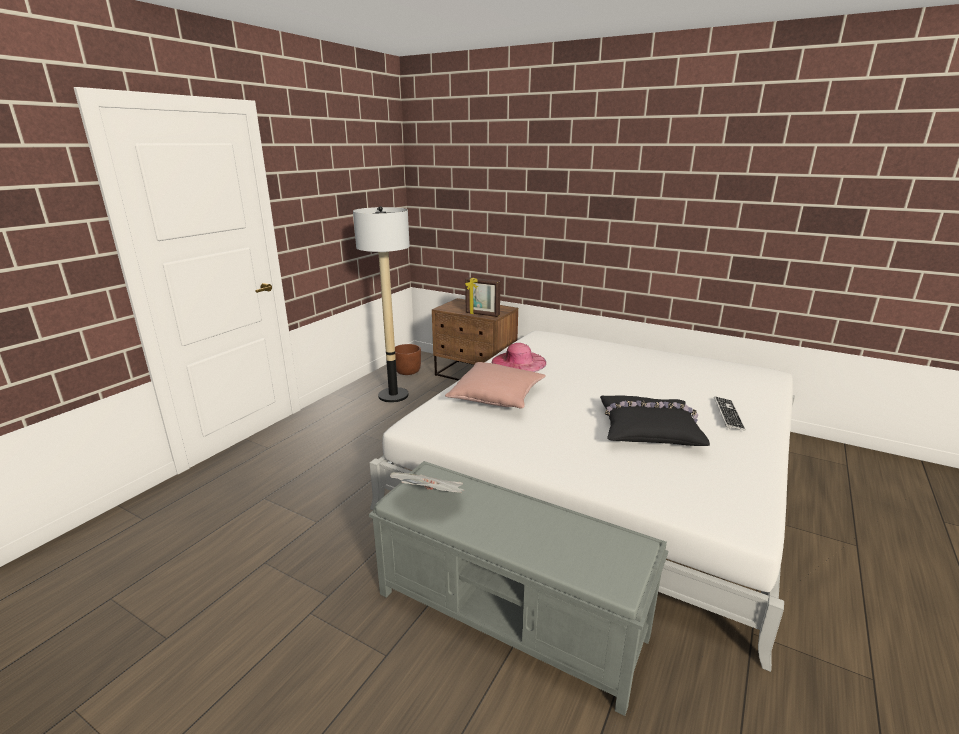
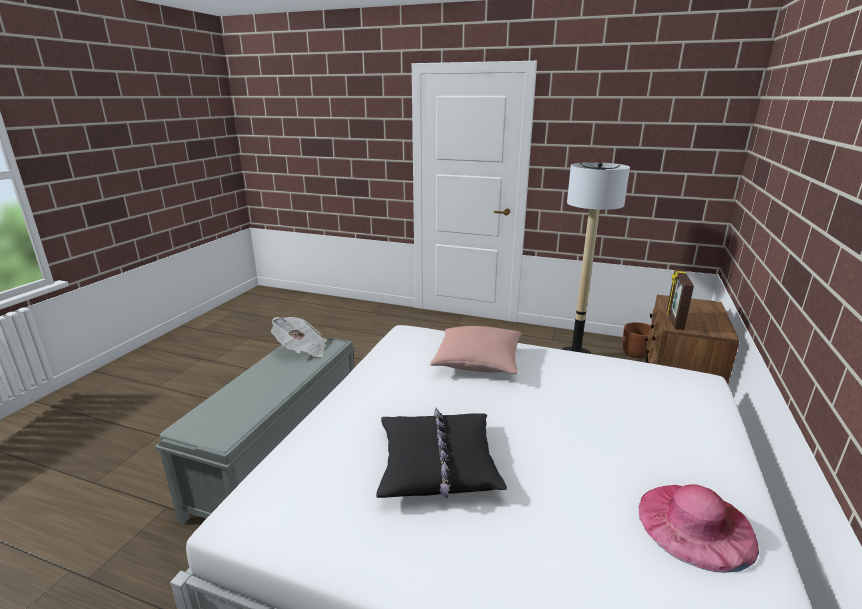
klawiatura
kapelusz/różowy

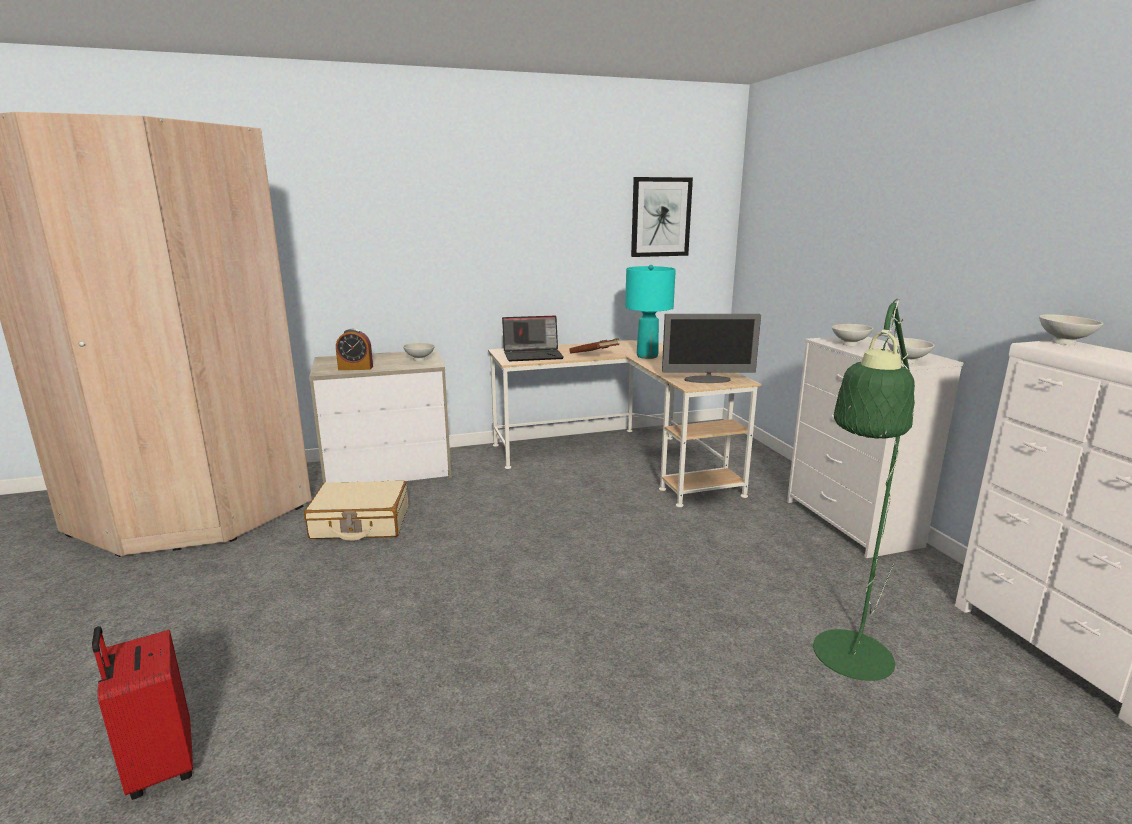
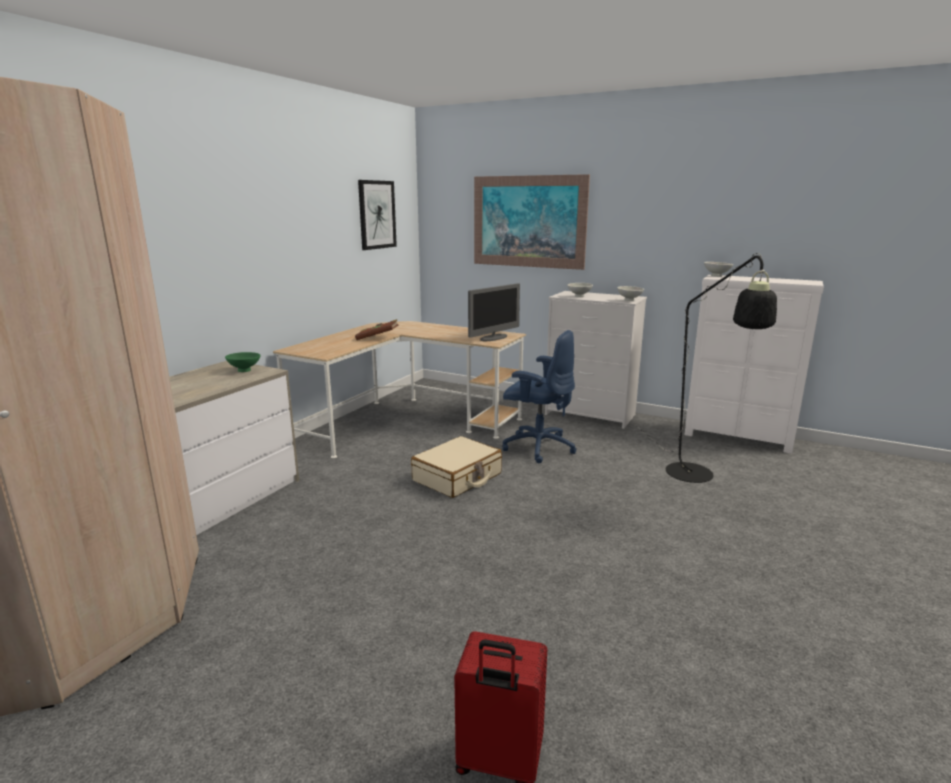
budzik
laptop
lampa stołowa/turkusowy
obraz (2nd from left)
krzesło biurowe/niebieski
walizka/beżowy
miska/zielony
lampa stojąca/czarny

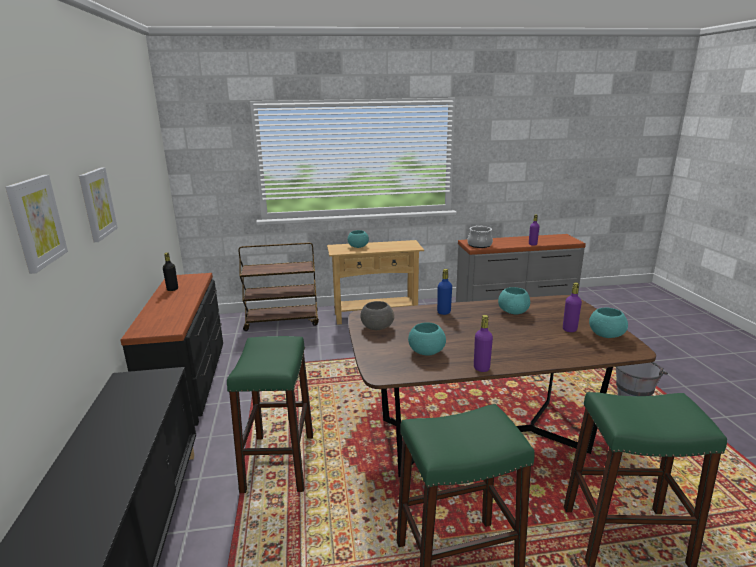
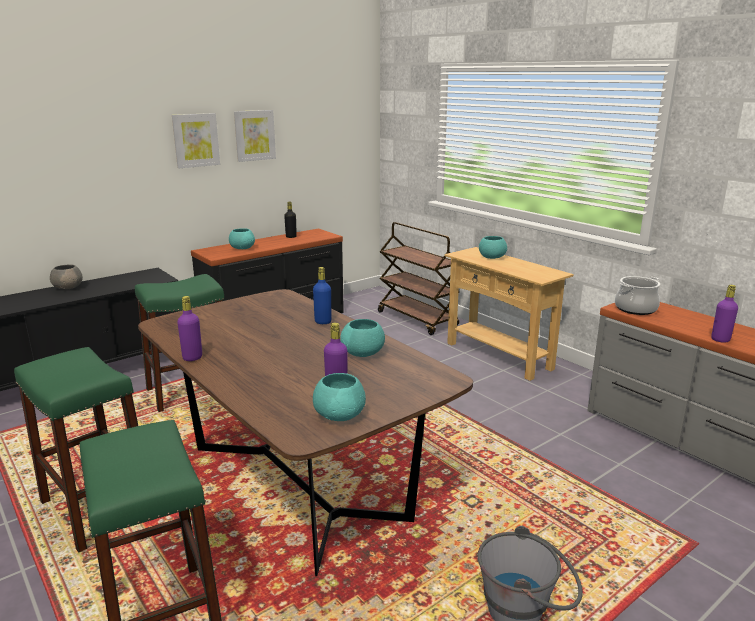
obraz (2nd from left)
miska/szary
miska/turkusowy (1st from left)

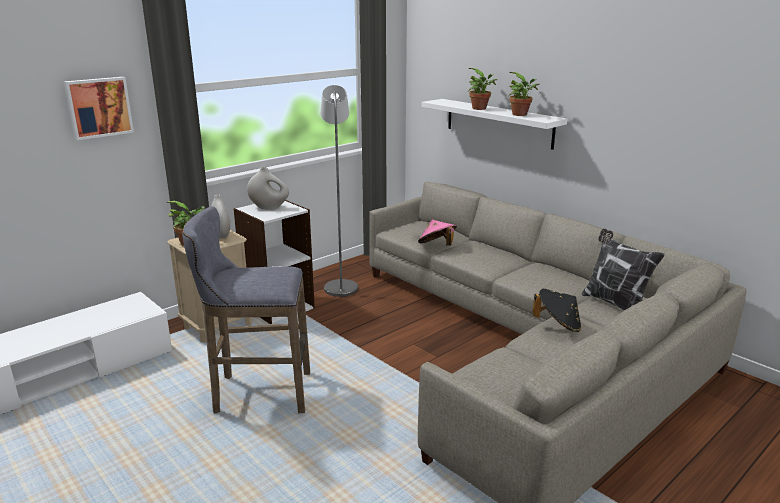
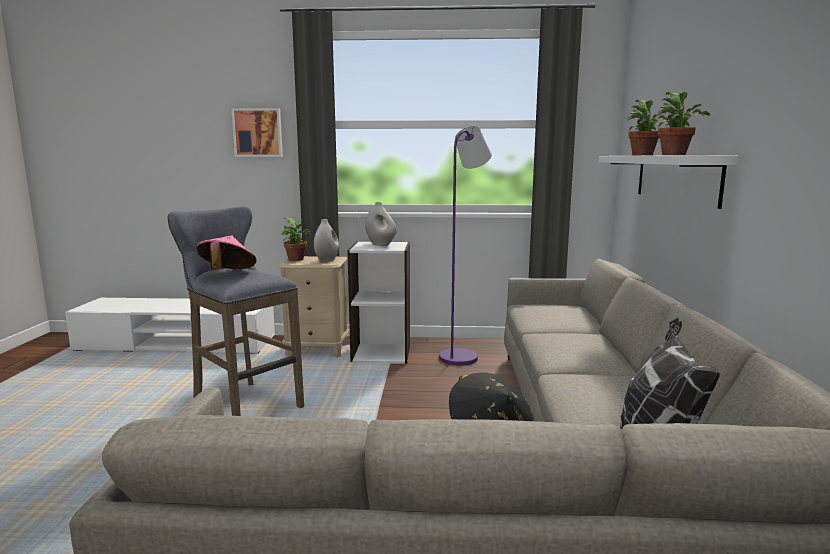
kapelusz/różowy
lampa stojąca/fioletowy

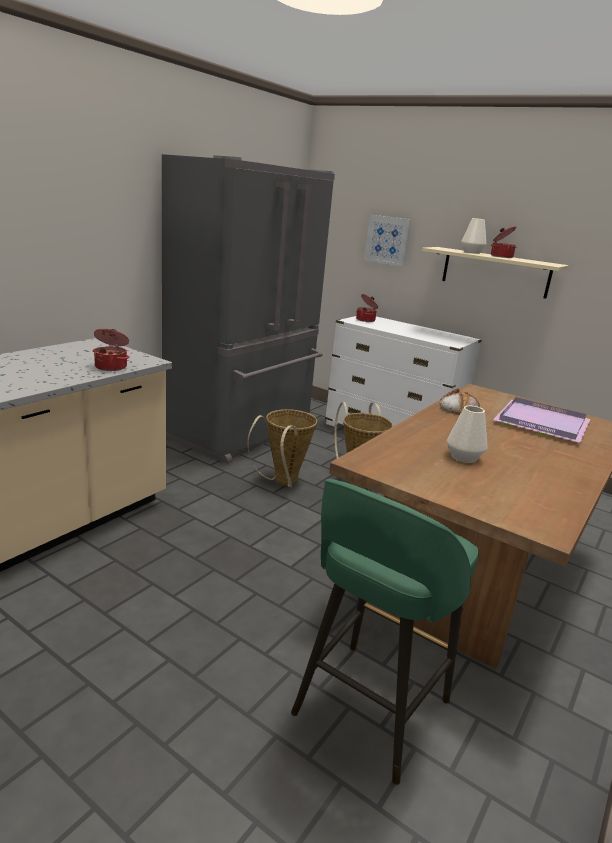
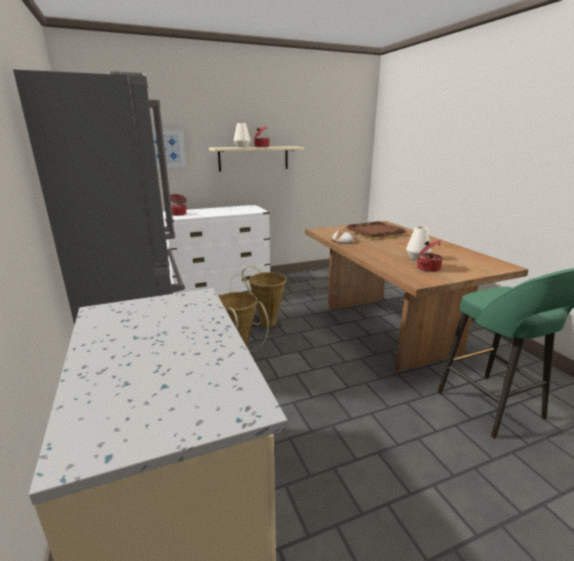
garnek (3rd from left)
taca/brązowy

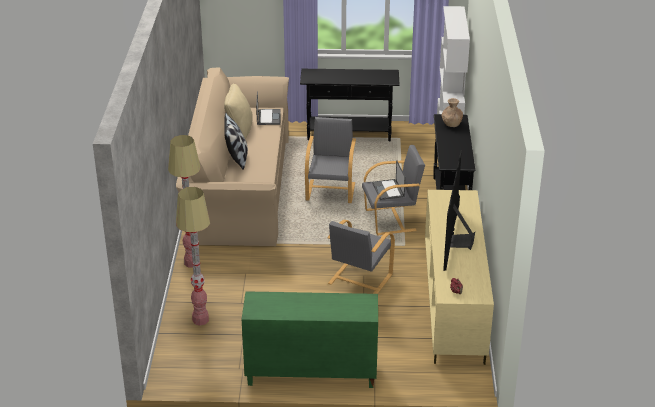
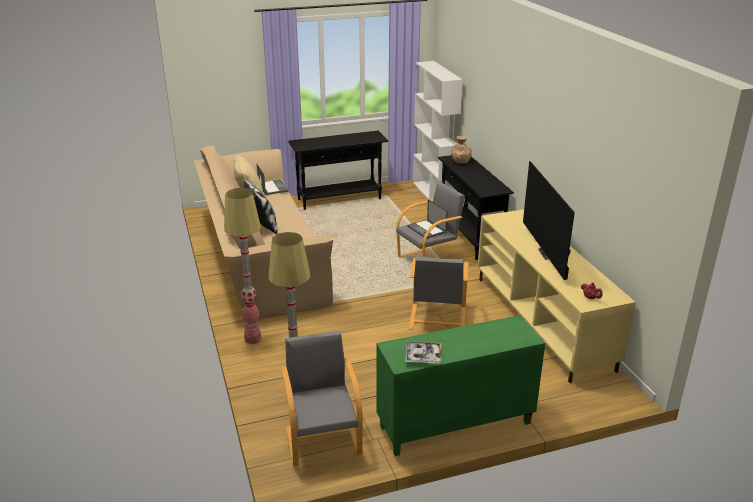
taca
fotel/szary (1st from left)

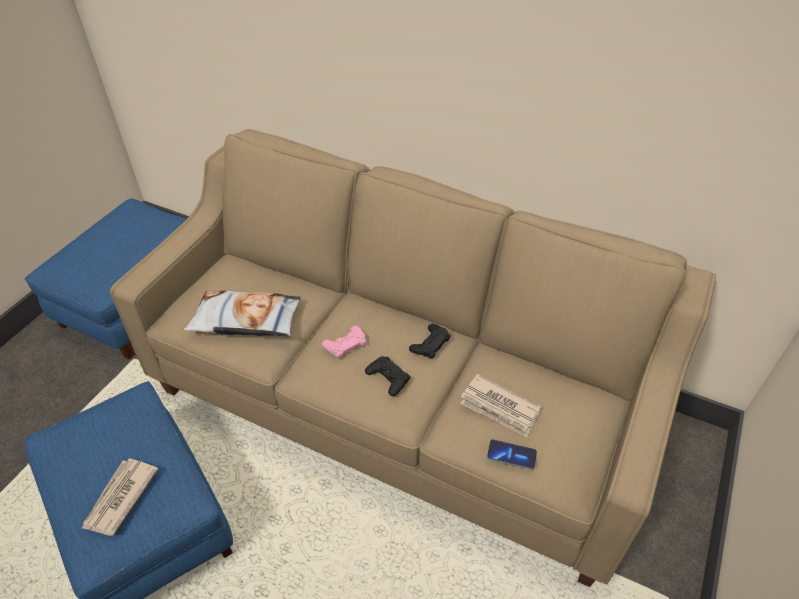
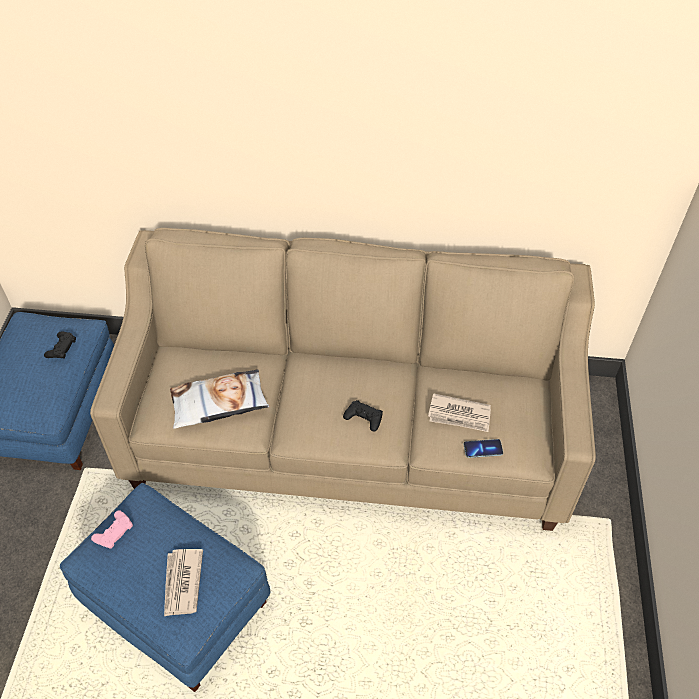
pad do gier/różowy
pad do gier/czarny (1st from left)

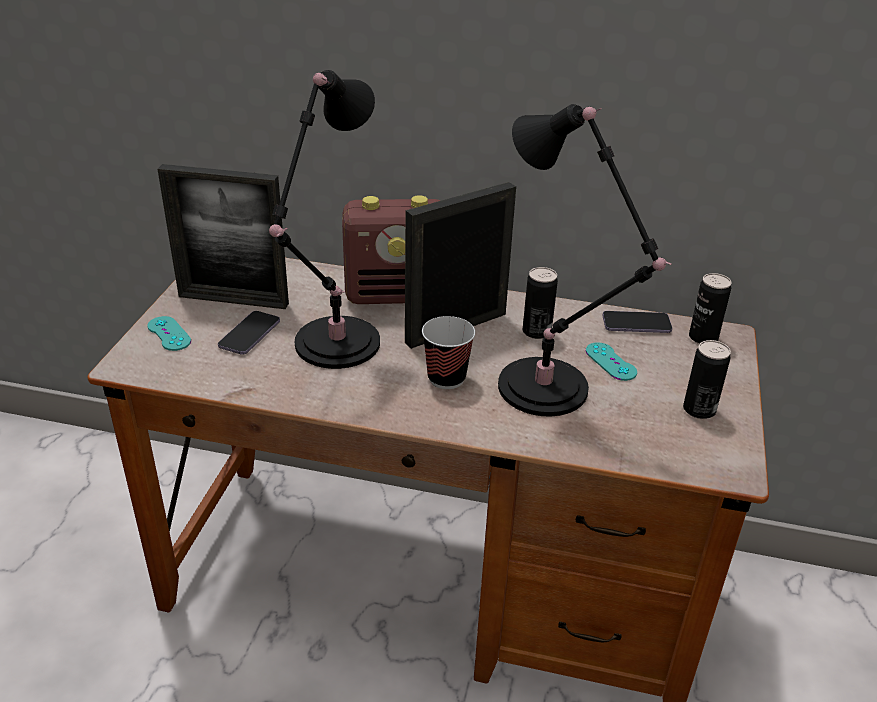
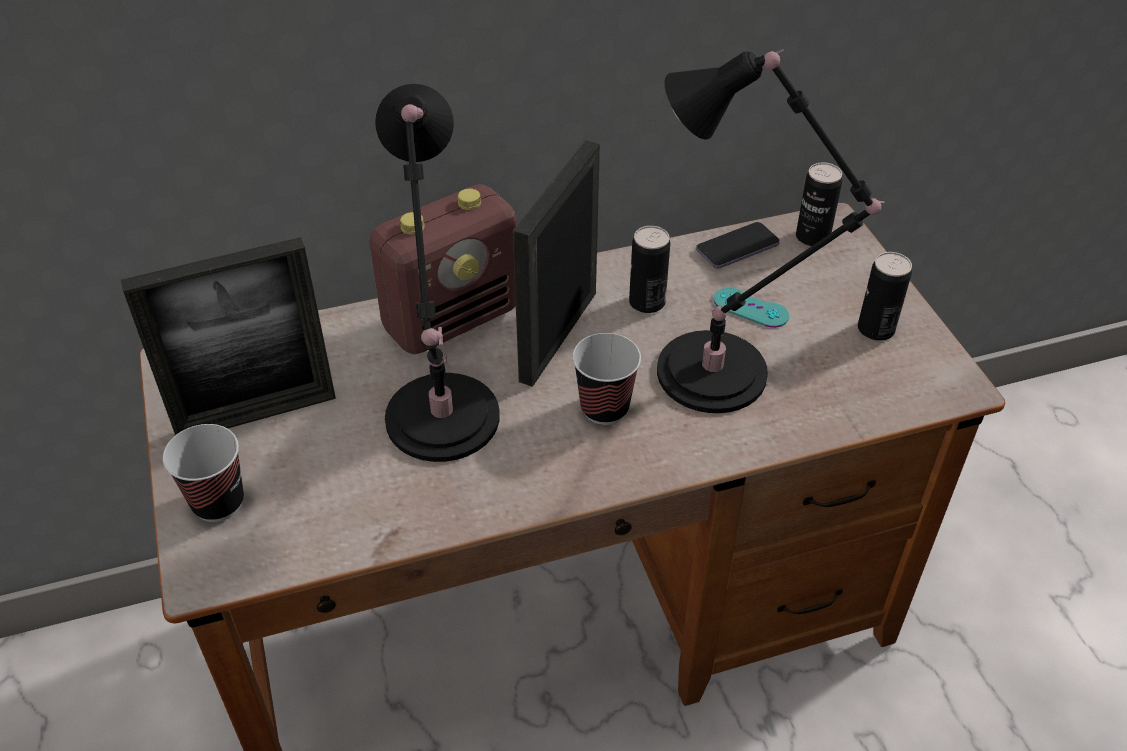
telefon (1st from left in the first image)
filiżanka (1st from left)

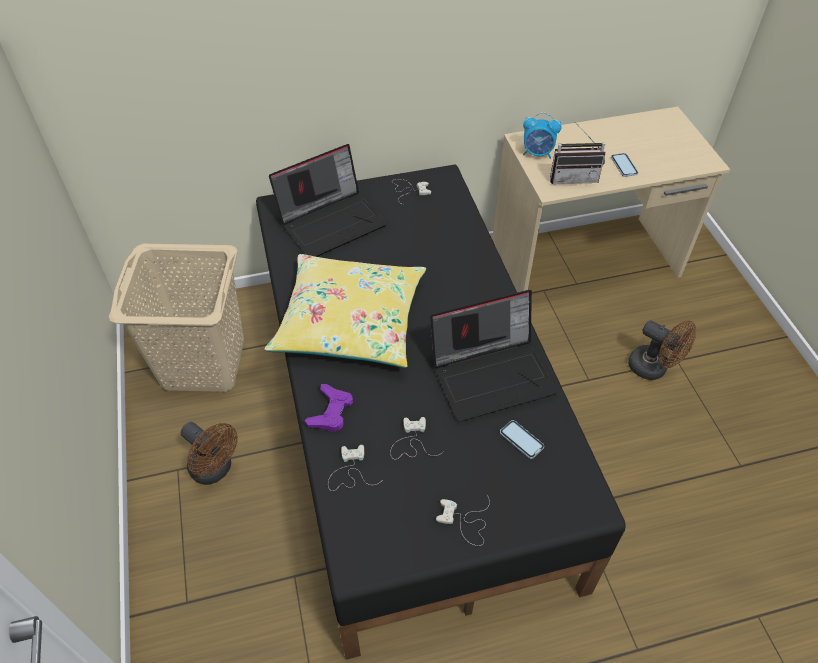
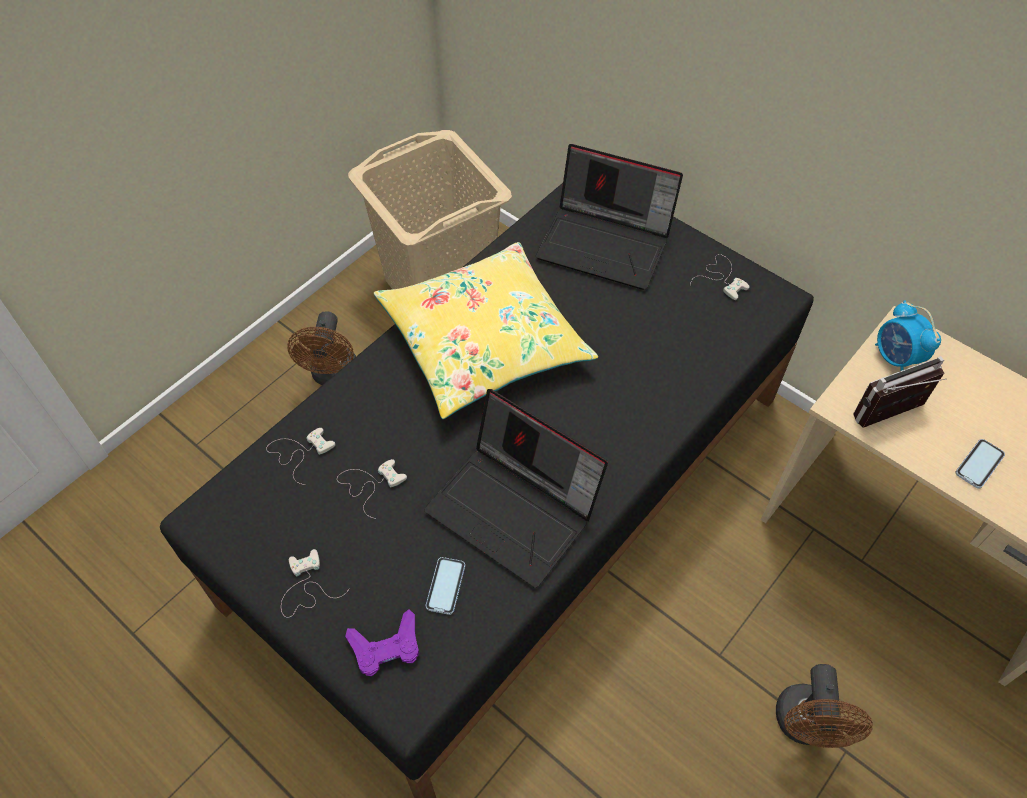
pad do gier/fioletowy
radio

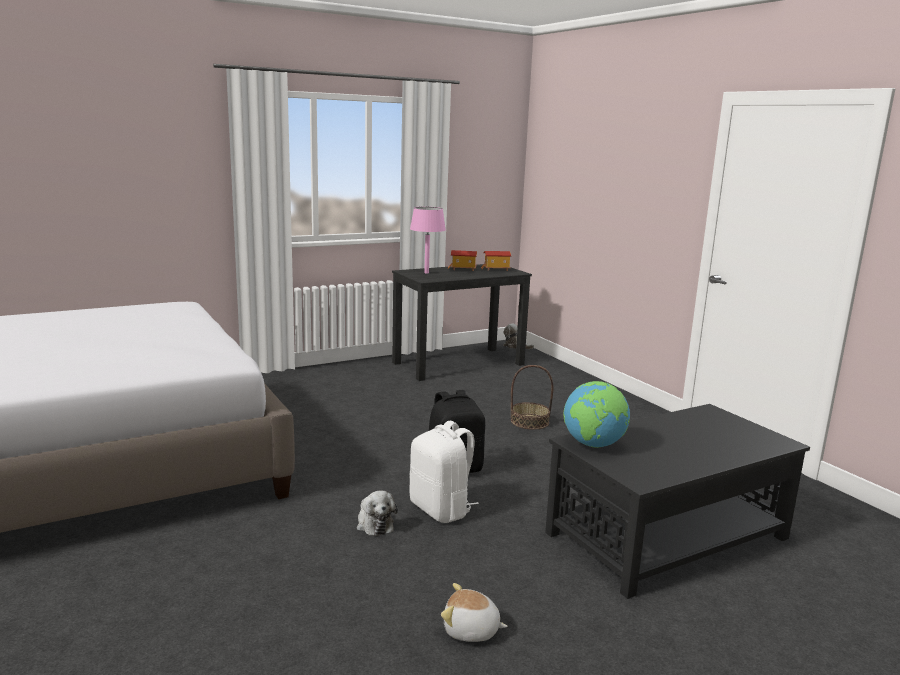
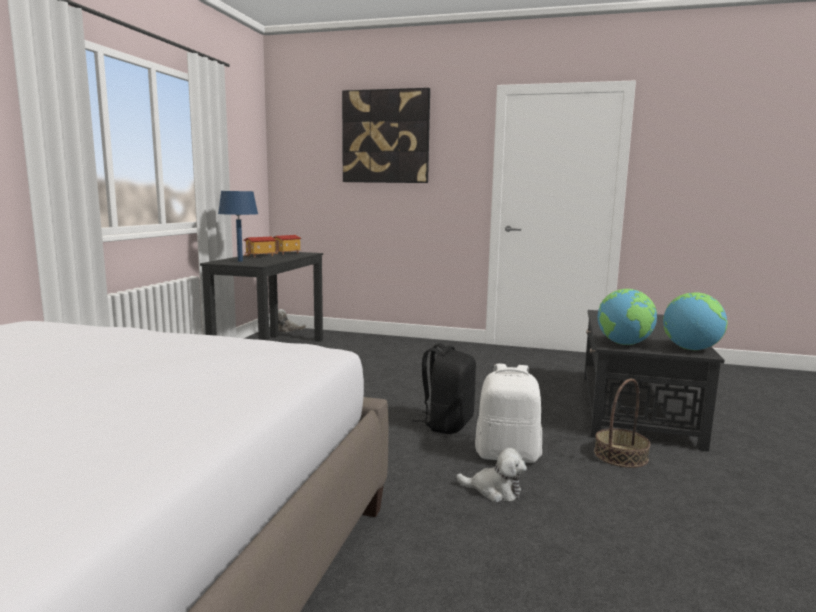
pluszak (2nd from left in the first image)
obraz
globus (2nd from left)
koszyk
lampa stołowa/niebieski

